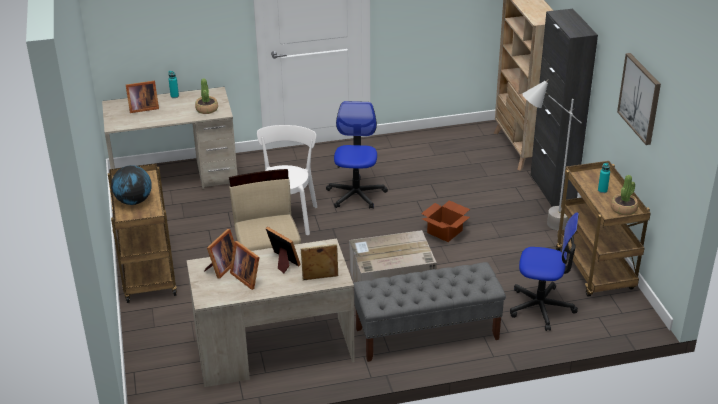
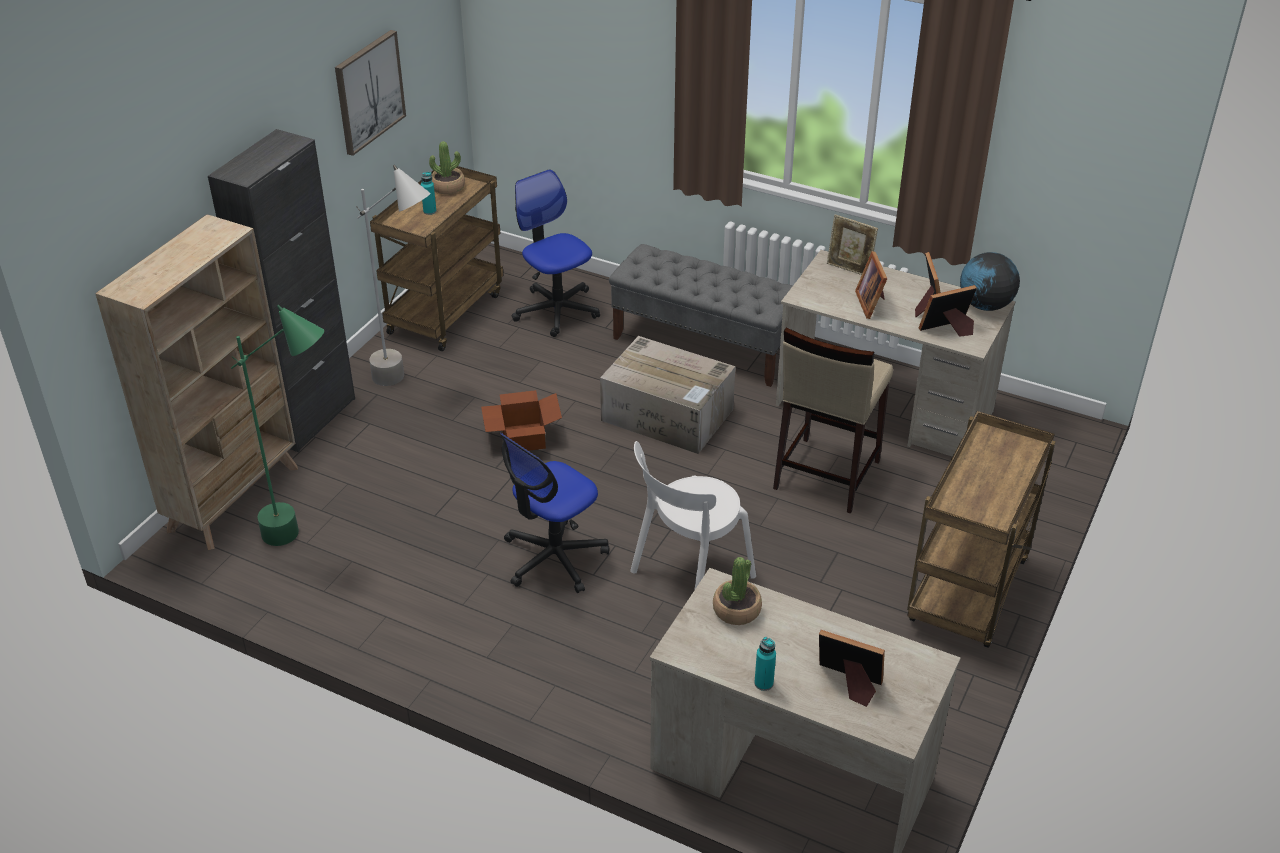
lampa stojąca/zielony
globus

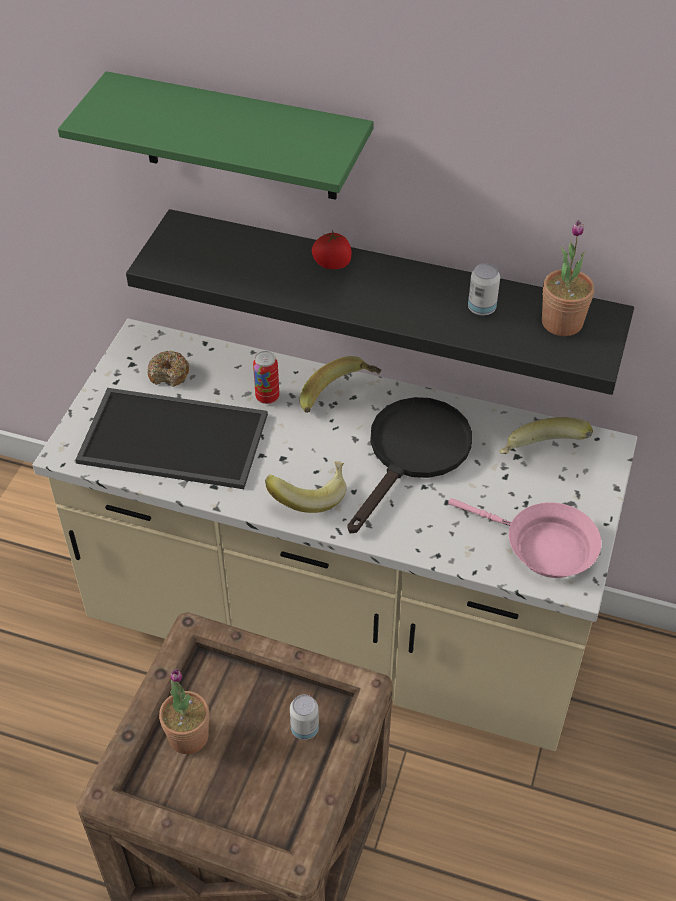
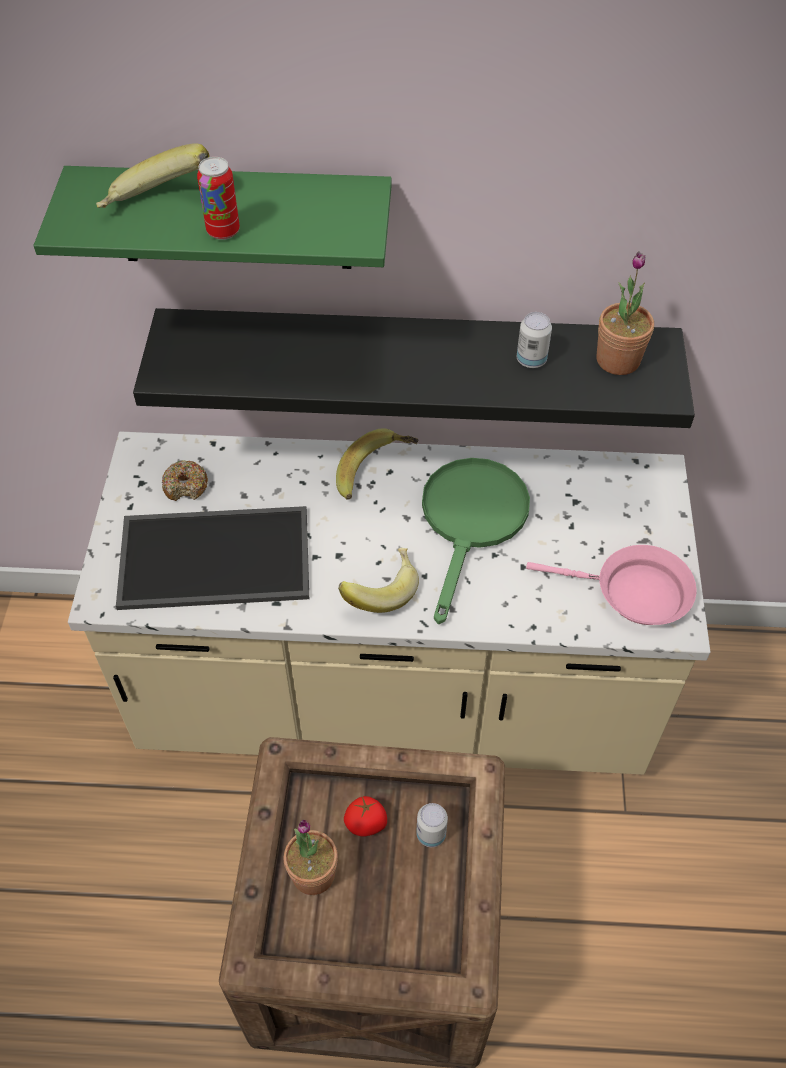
puszka (1st from left)
pomidor
banan (1st from left)
patelnia/zielony

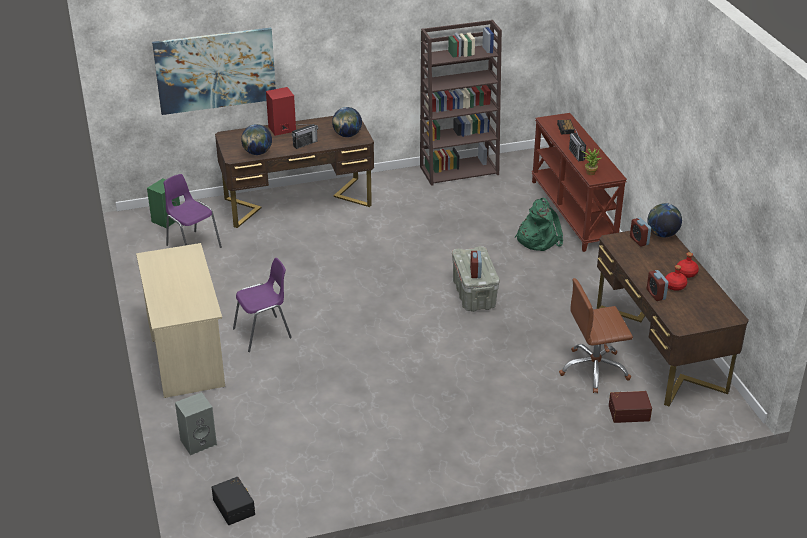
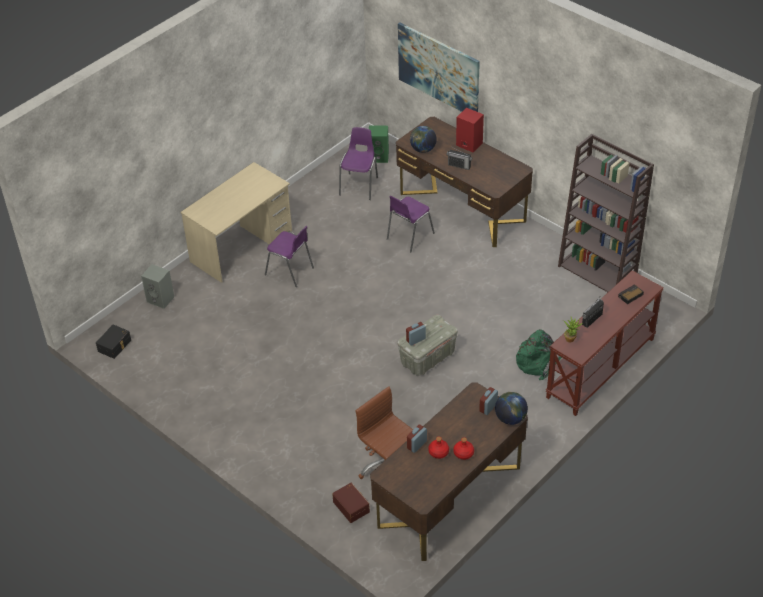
globus (2nd from left in the first image)
krzesło/fioletowy (3rd from left)

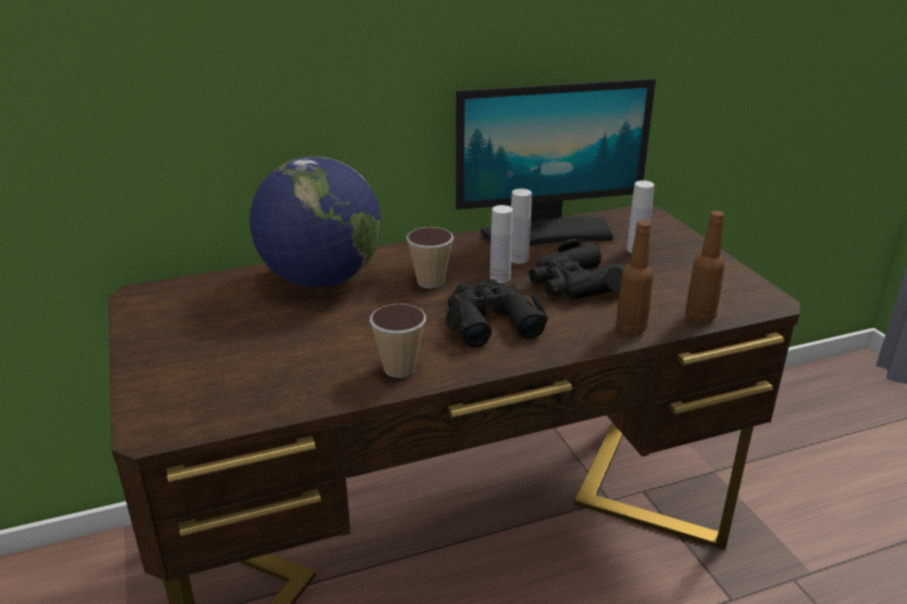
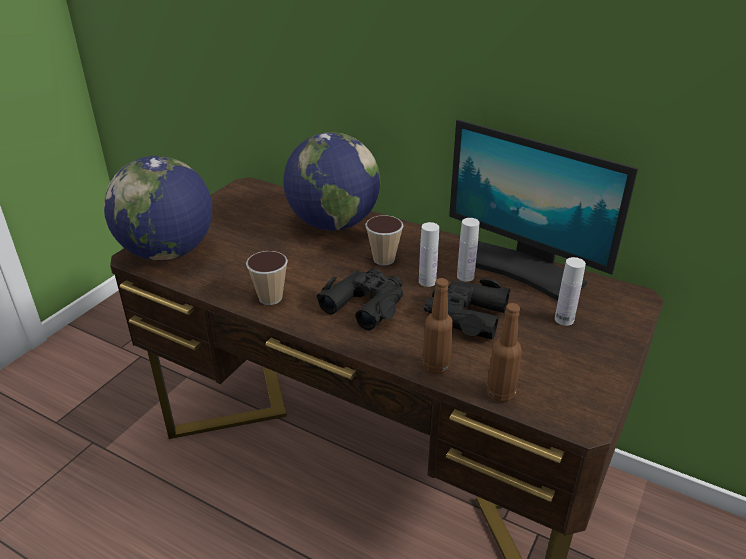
globus (1st from left)

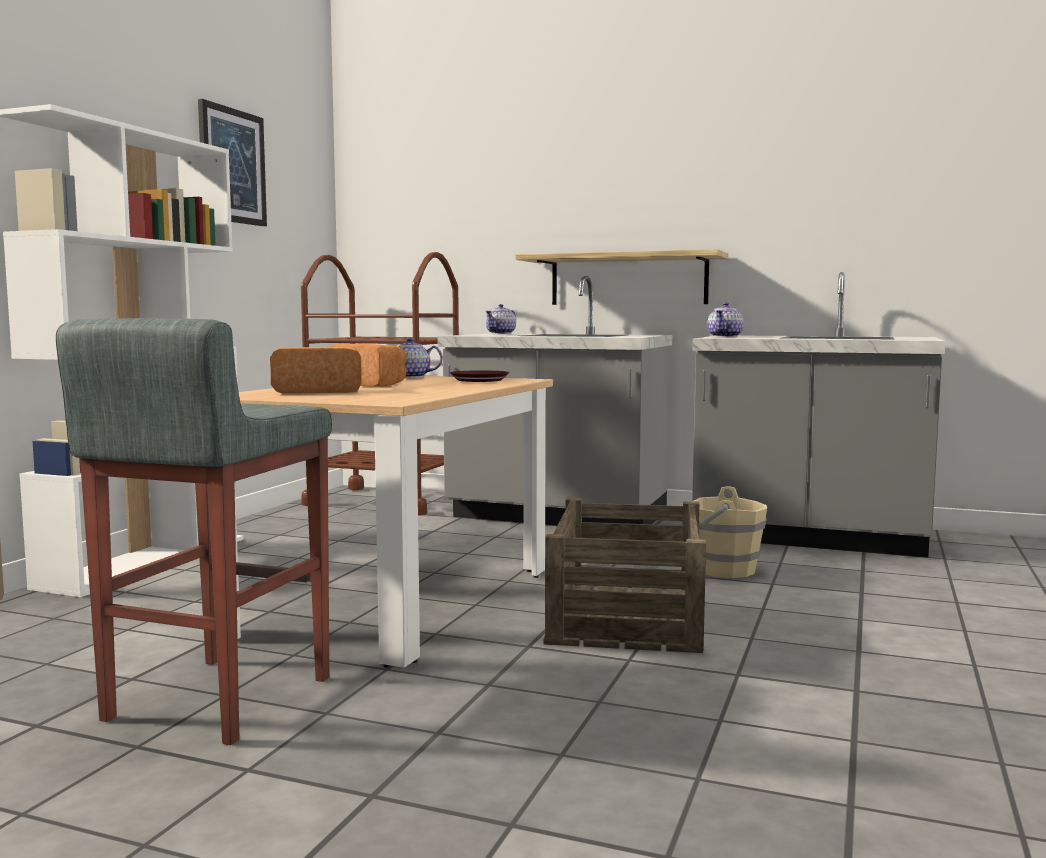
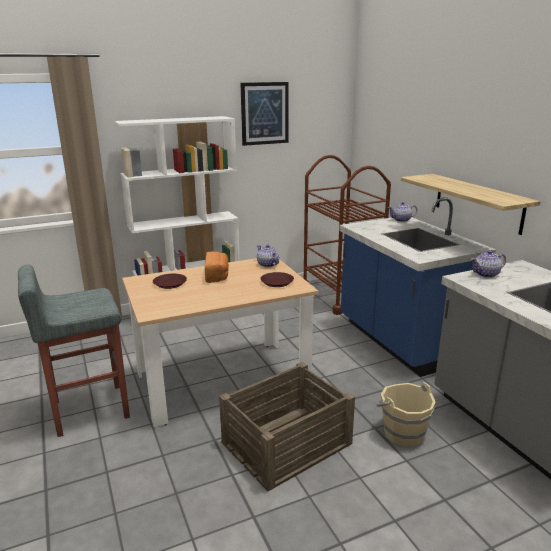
talerz/brązowy (1st from left)
zabudowa kuchenna/niebieski

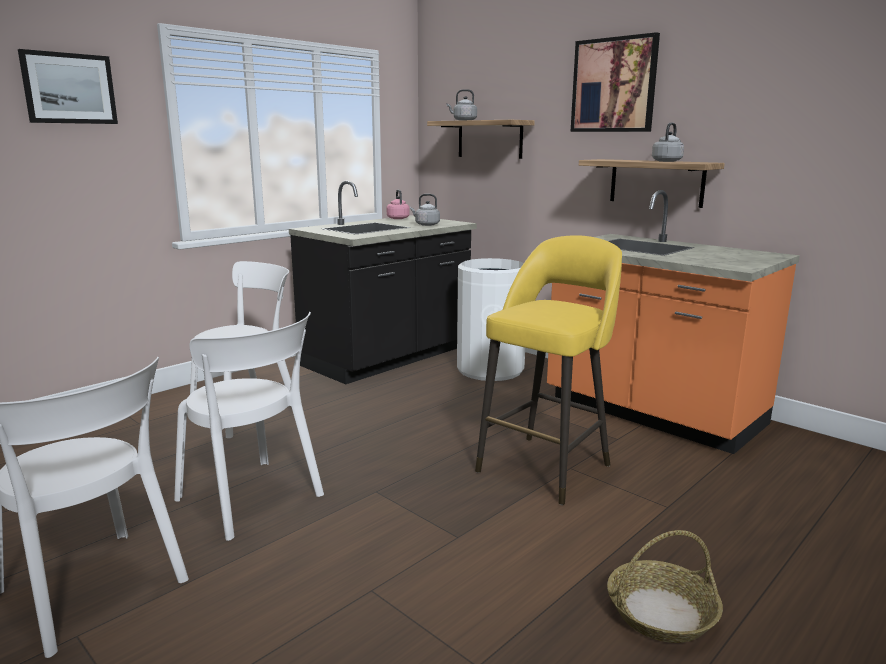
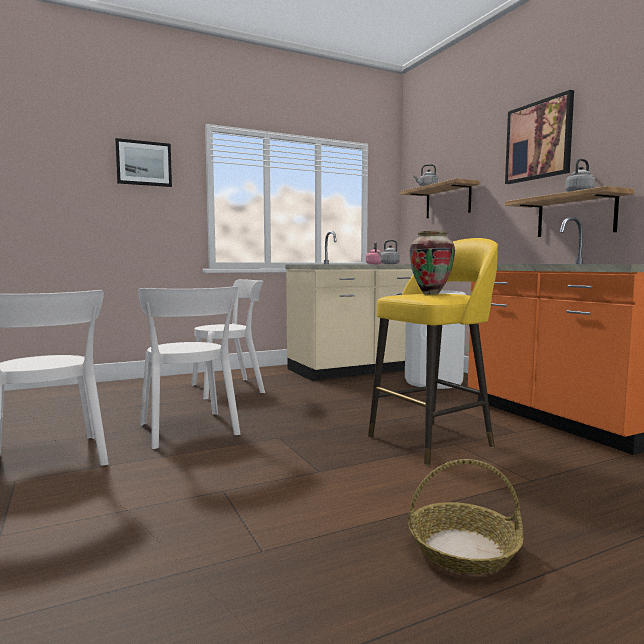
wazon
zabudowa kuchenna/beżowy

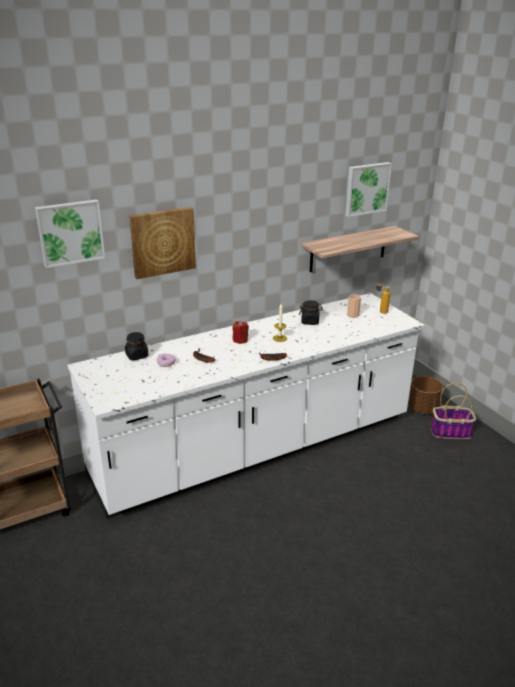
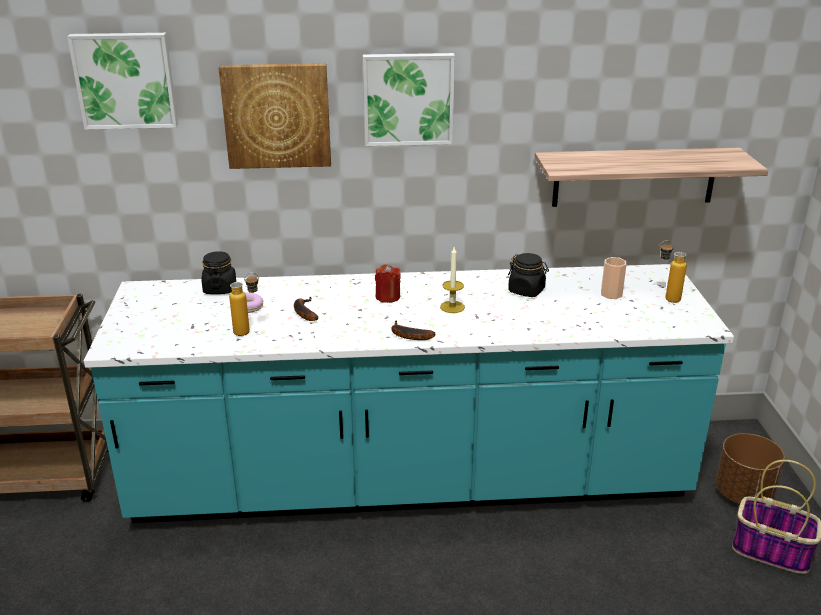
butelka (1st from left)
obraz (3rd from left)
zabudowa kuchenna/turkusowy

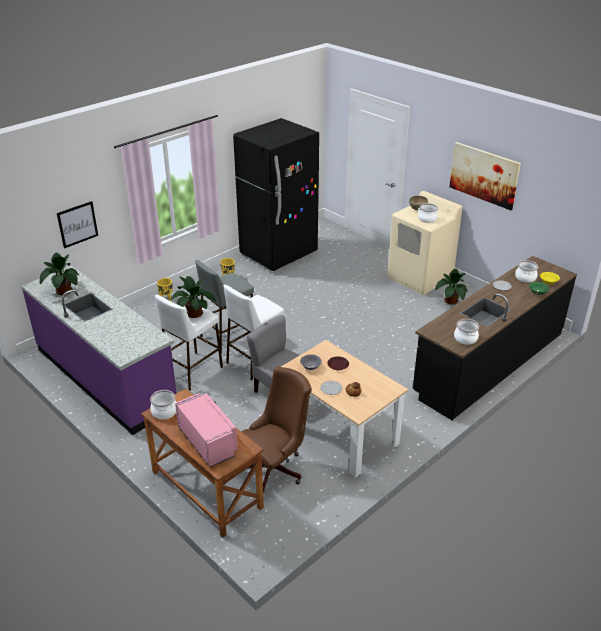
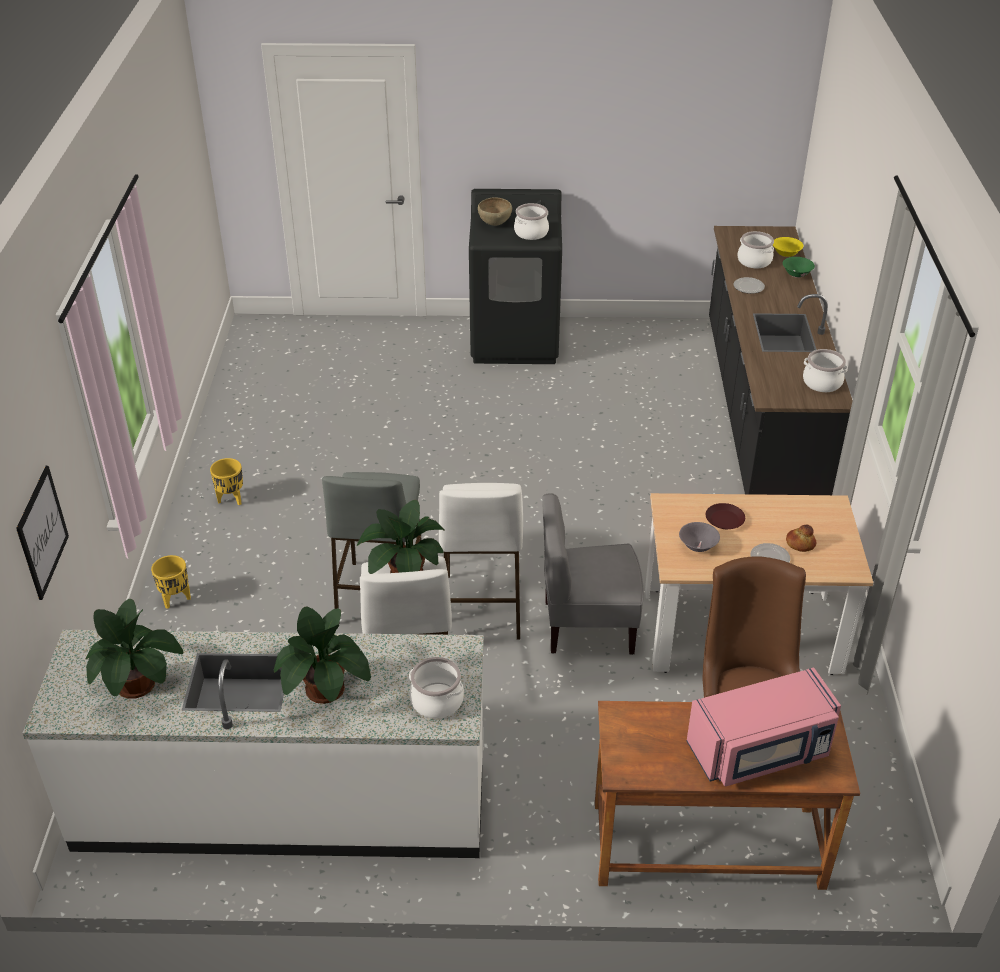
lodówka/czarny
obraz (2nd from left in the first image)
garnek (1st from left)
roślina doniczkowa (2nd from left)
zabudowa kuchenna/biały
pralka/czarny
mikrofalówka/różowy

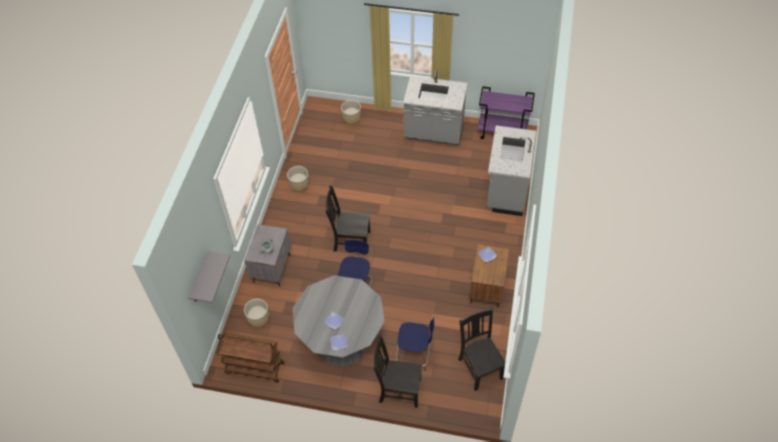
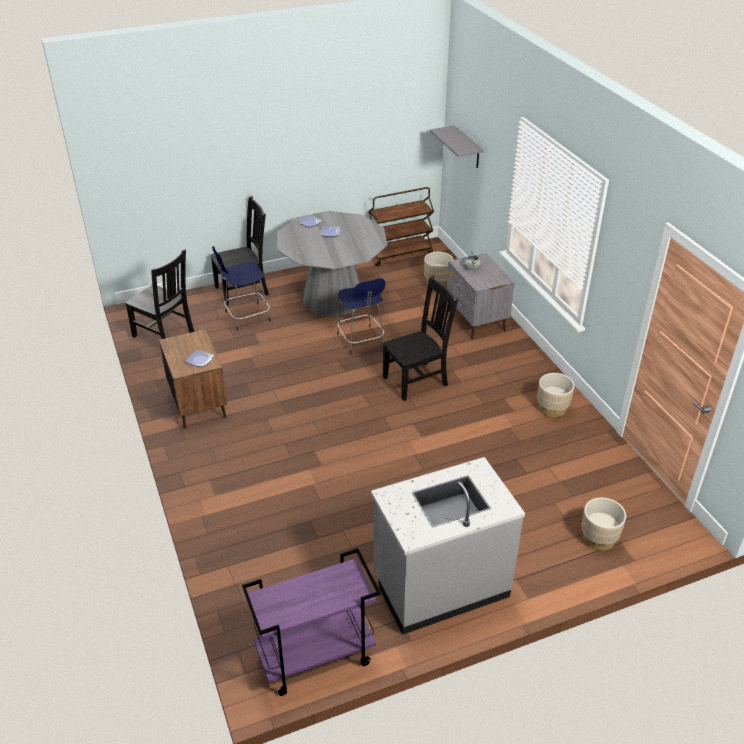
zabudowa kuchenna/szary (2nd from left in the first image)

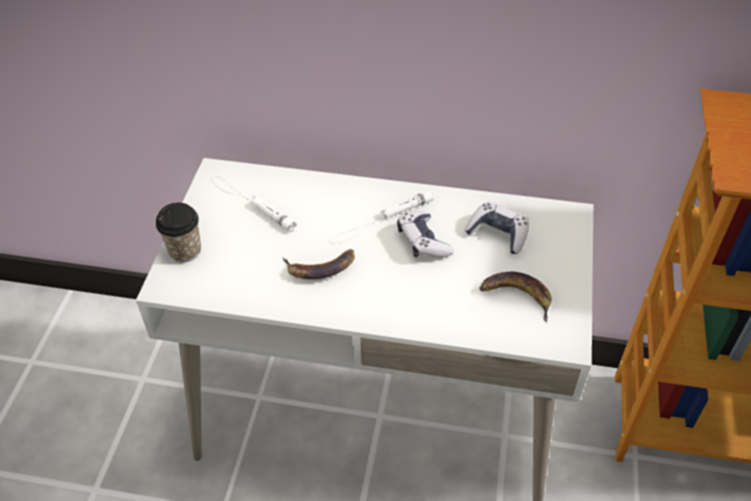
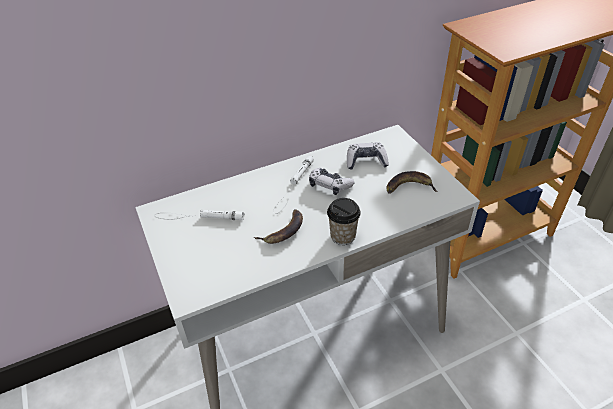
filiżanka

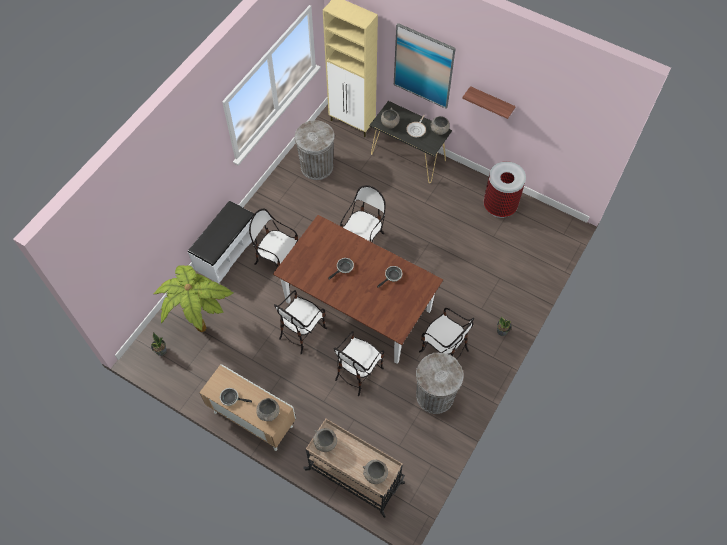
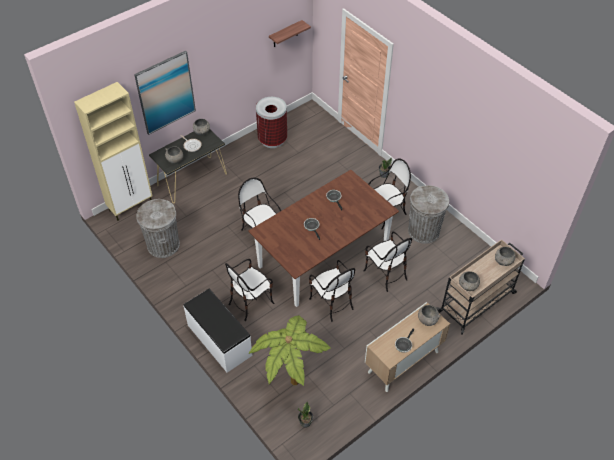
półka

